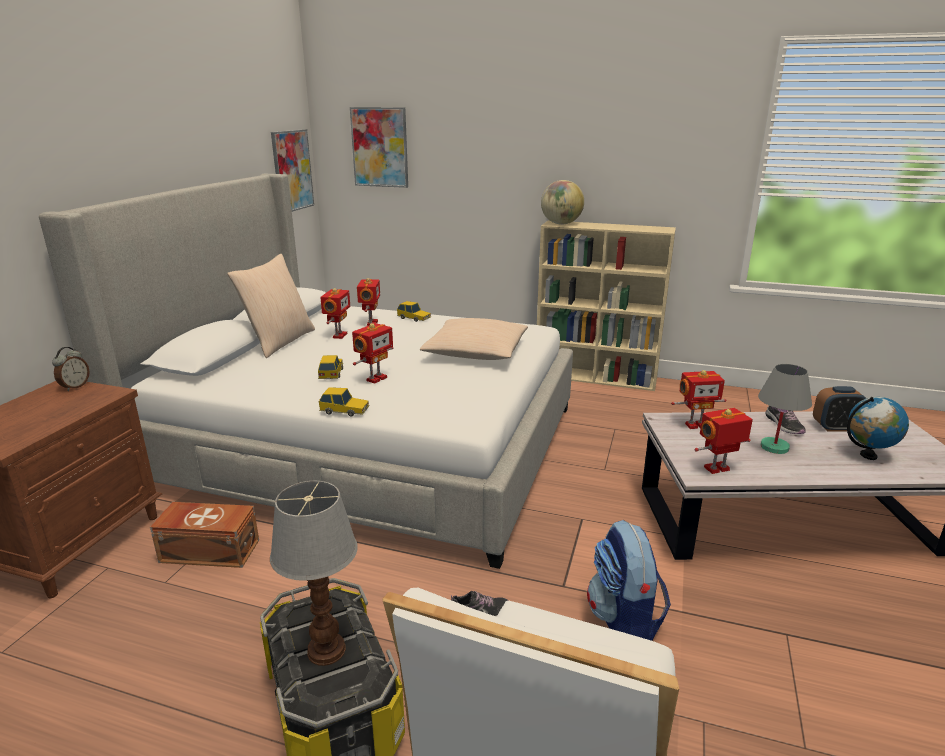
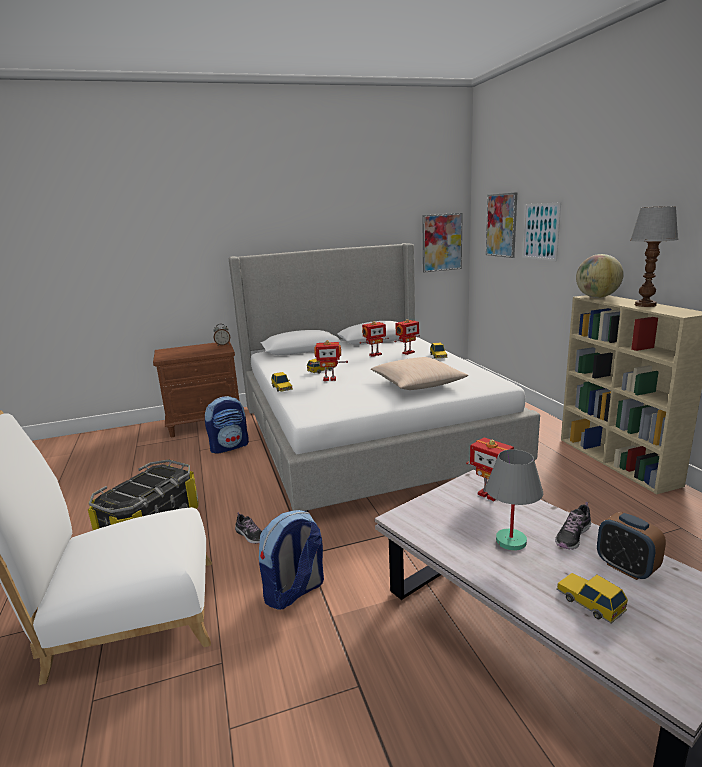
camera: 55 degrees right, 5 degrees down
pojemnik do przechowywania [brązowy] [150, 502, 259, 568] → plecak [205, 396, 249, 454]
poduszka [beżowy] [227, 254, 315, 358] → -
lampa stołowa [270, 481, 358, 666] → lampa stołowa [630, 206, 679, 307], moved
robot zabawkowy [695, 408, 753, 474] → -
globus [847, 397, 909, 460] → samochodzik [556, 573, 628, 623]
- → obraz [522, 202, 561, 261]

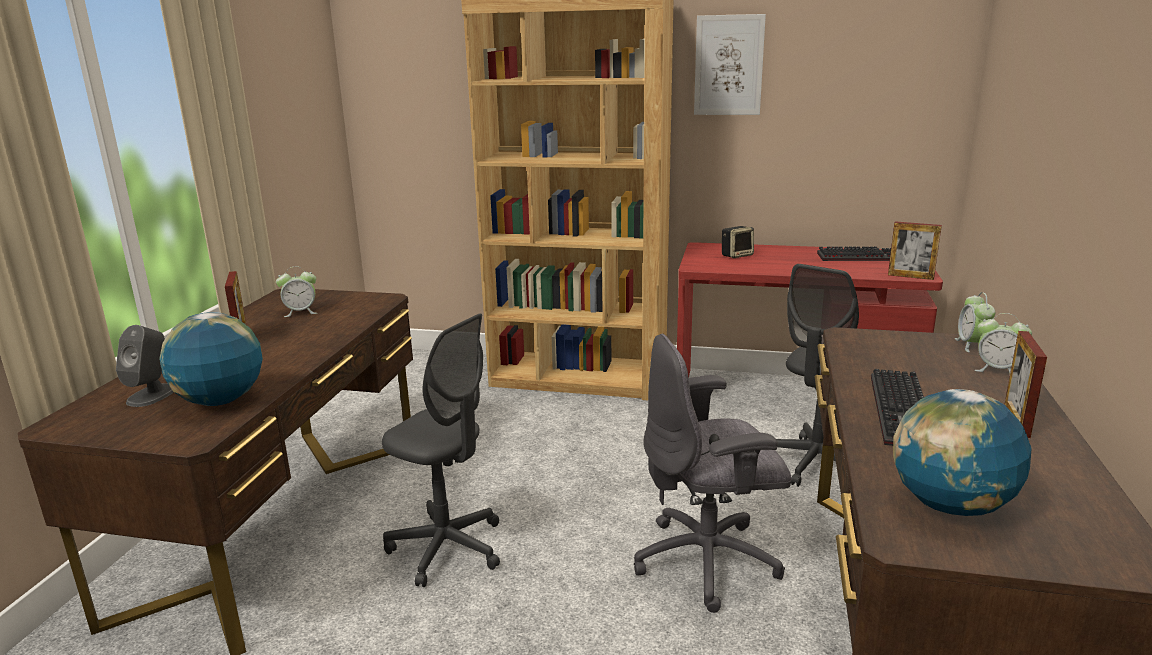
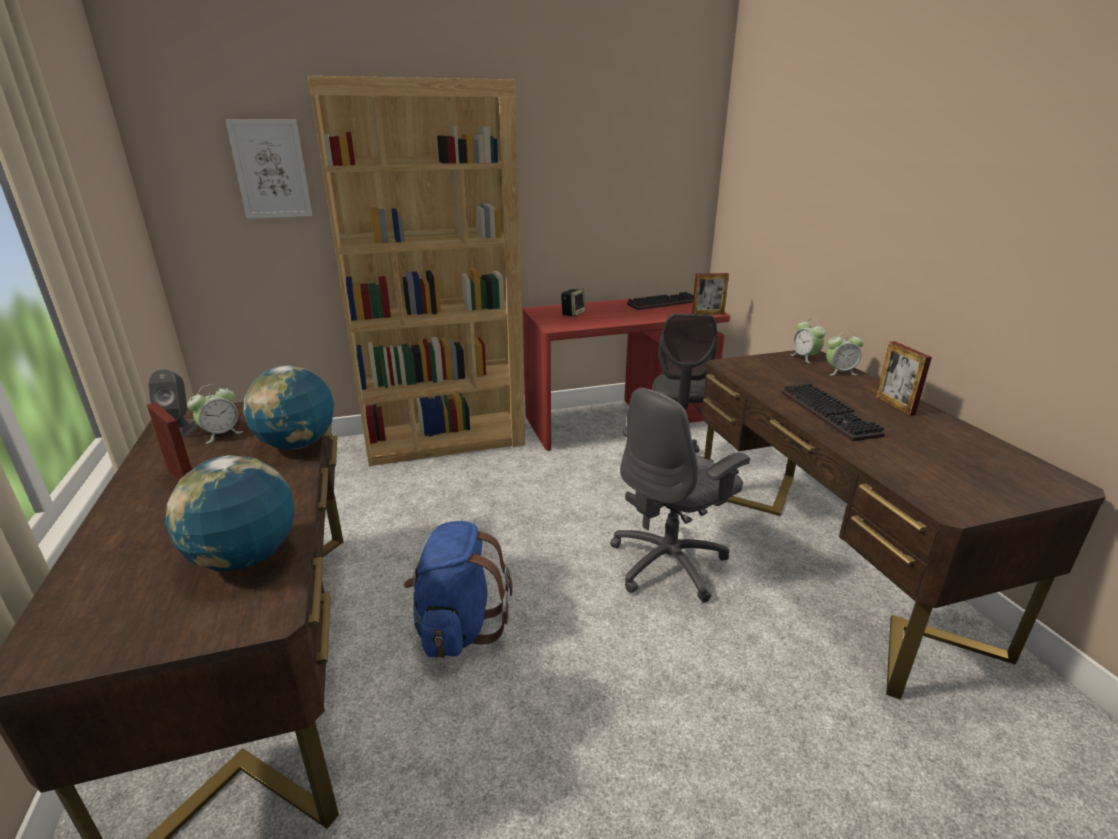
camera: 30 degrees left, 5 degrees up
głośnik [szary] [116, 325, 174, 407] → głośnik [szary] [148, 369, 198, 438], moved
krzesło biurowe [szary] [382, 314, 500, 587] → plecak [niebieski] [404, 521, 512, 658]
obraz [694, 14, 766, 115] → obraz [225, 119, 312, 219], moved
globus [893, 389, 1032, 516] → globus [243, 366, 334, 449], moved

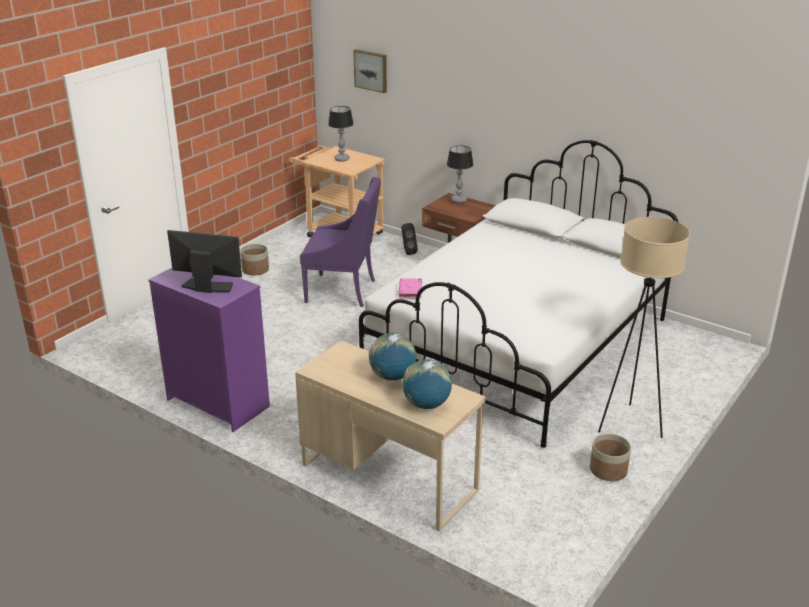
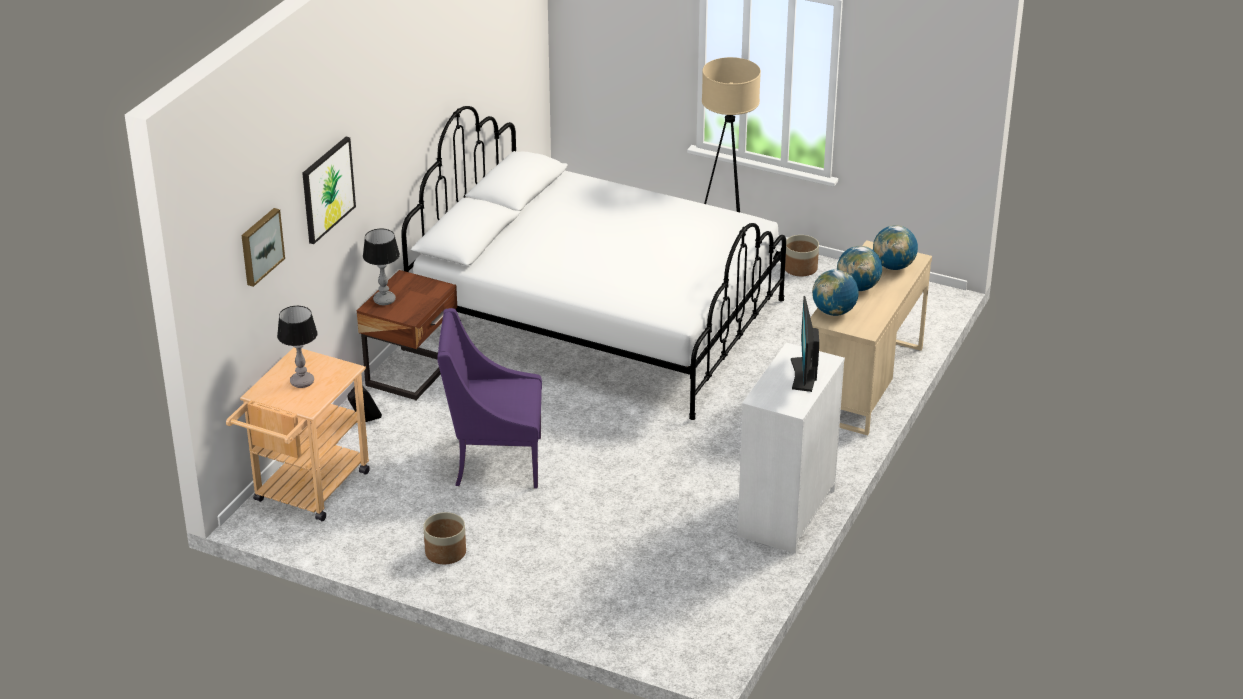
camera: 100 degrees left, 5 degrees up
komoda [fioletowy] [148, 268, 270, 432] → komoda [biały] [737, 343, 845, 553]
fotel [fioletowy] [300, 177, 381, 307] → fotel [fioletowy] [437, 308, 542, 489], 90 degrees counterclockwise
książka [różowy] [398, 278, 422, 299] → -
- → obraz [302, 137, 356, 244]
- → globus [812, 269, 859, 316]

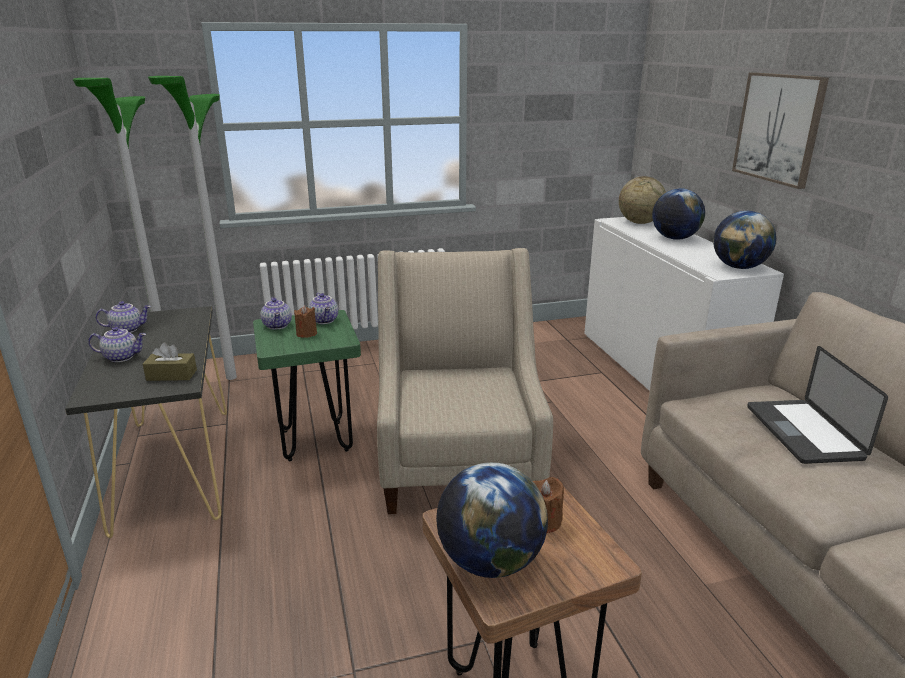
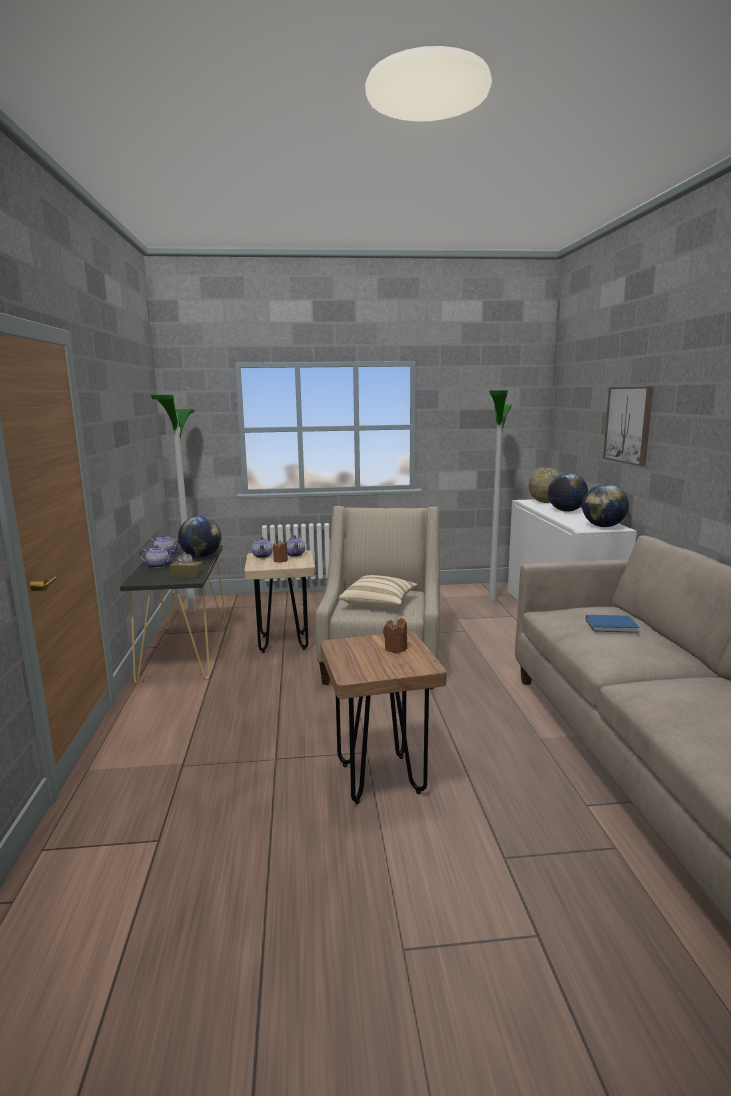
camera: 10 degrees right, 10 degrees down
lampa stojąca [148, 76, 237, 380] → lampa stojąca [489, 390, 512, 601], moved
stołek [zielony] [253, 310, 361, 461] → stołek [beżowy] [244, 550, 315, 653]
globus [436, 462, 548, 578] → globus [178, 516, 221, 558], moved
laptop [747, 346, 888, 464] → książka [niebieski] [586, 615, 640, 633]
- → poduszka [beżowy] [339, 575, 418, 607]

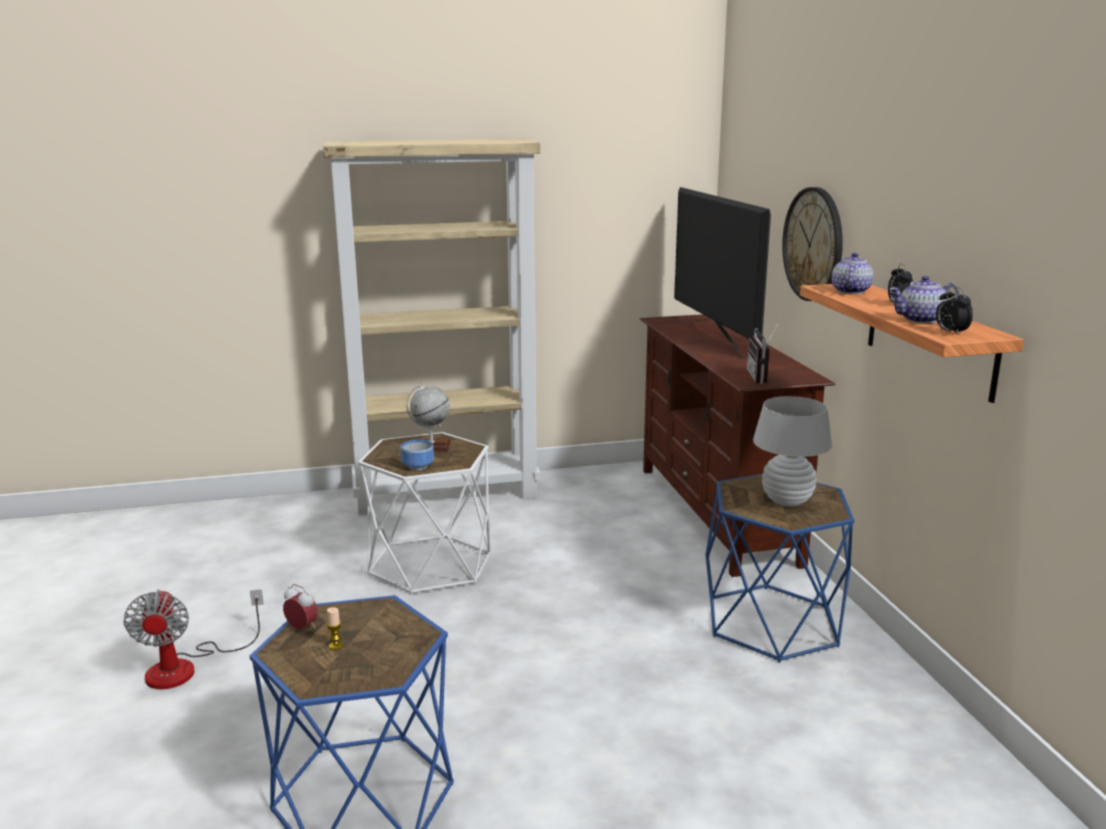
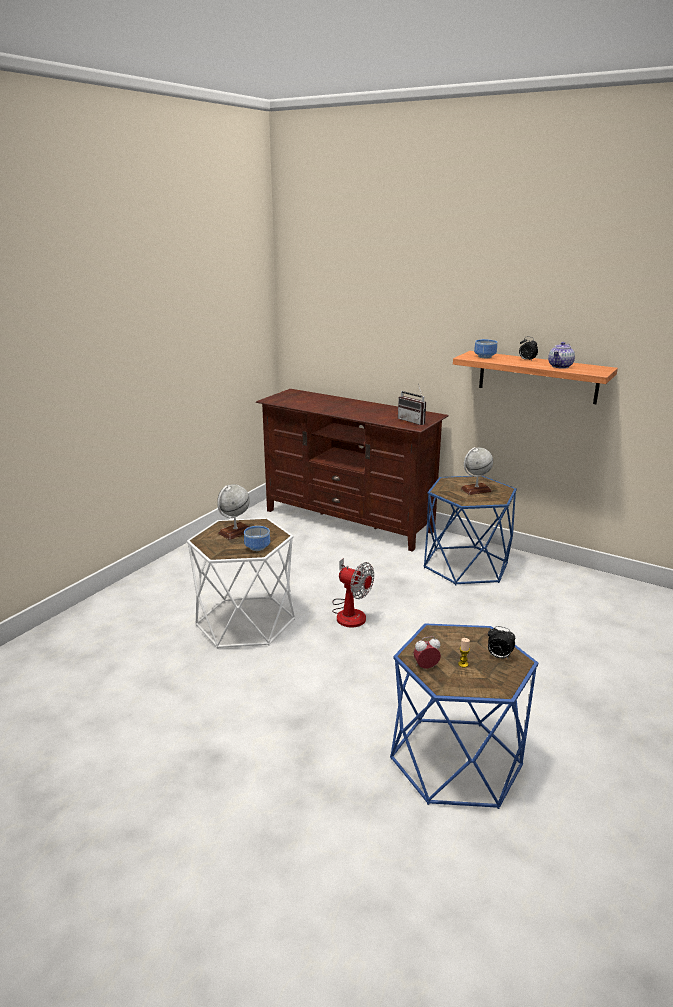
camera: 45 degrees left, 5 degrees up
wentylator [123, 589, 263, 689] → wentylator [332, 558, 374, 627], moved
regał [beżowy] [323, 139, 541, 515] → -
telewizor [674, 187, 771, 351] → -
lampa stołowa [biały] [753, 396, 832, 507] → globus [461, 447, 493, 495]
zegar ścienny [782, 187, 843, 301] → -
imbryk [832, 253, 873, 294] → miska [474, 339, 497, 358]
budzik [936, 286, 973, 335] → budzik [488, 626, 515, 660], moved

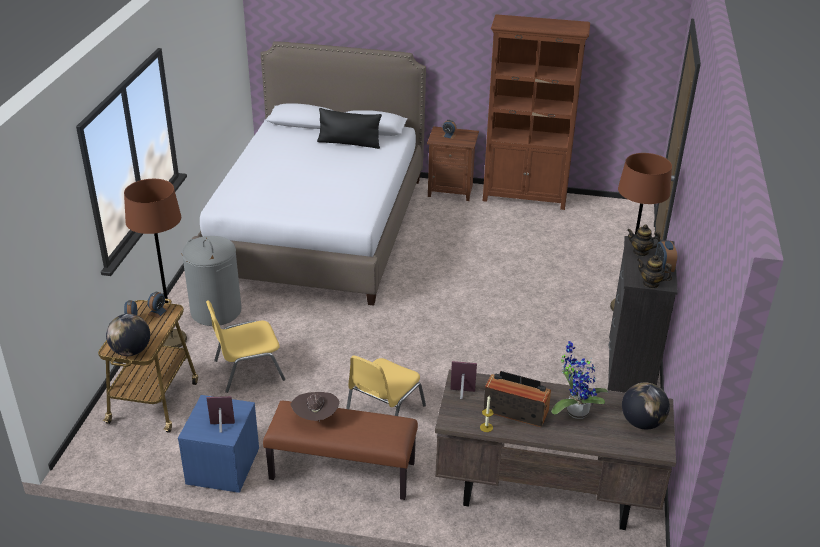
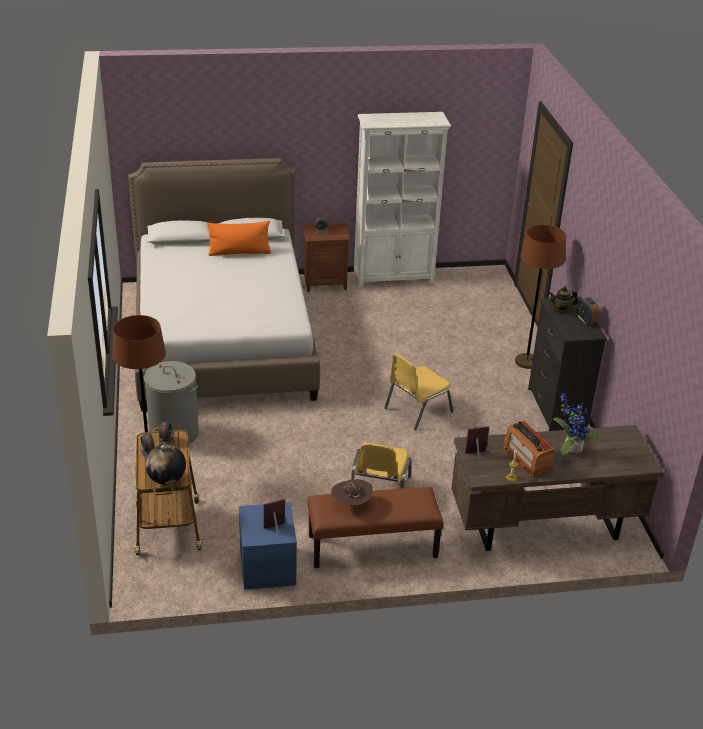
camera: 20 degrees left, 0 degrees up
krzesło [żółty] [206, 300, 285, 393] → krzesło [żółty] [384, 353, 453, 430], moved
poduszka [czarny] [317, 108, 382, 149] → poduszka [pomarańczowy] [207, 221, 271, 256]
regał [brązowy] [483, 14, 590, 210] → regał [biały] [354, 112, 451, 288]
radio [483, 371, 551, 427] → radio [503, 421, 555, 477], 120 degrees counterclockwise
globus [622, 382, 670, 430] → -
imbryk [637, 255, 672, 289] → -

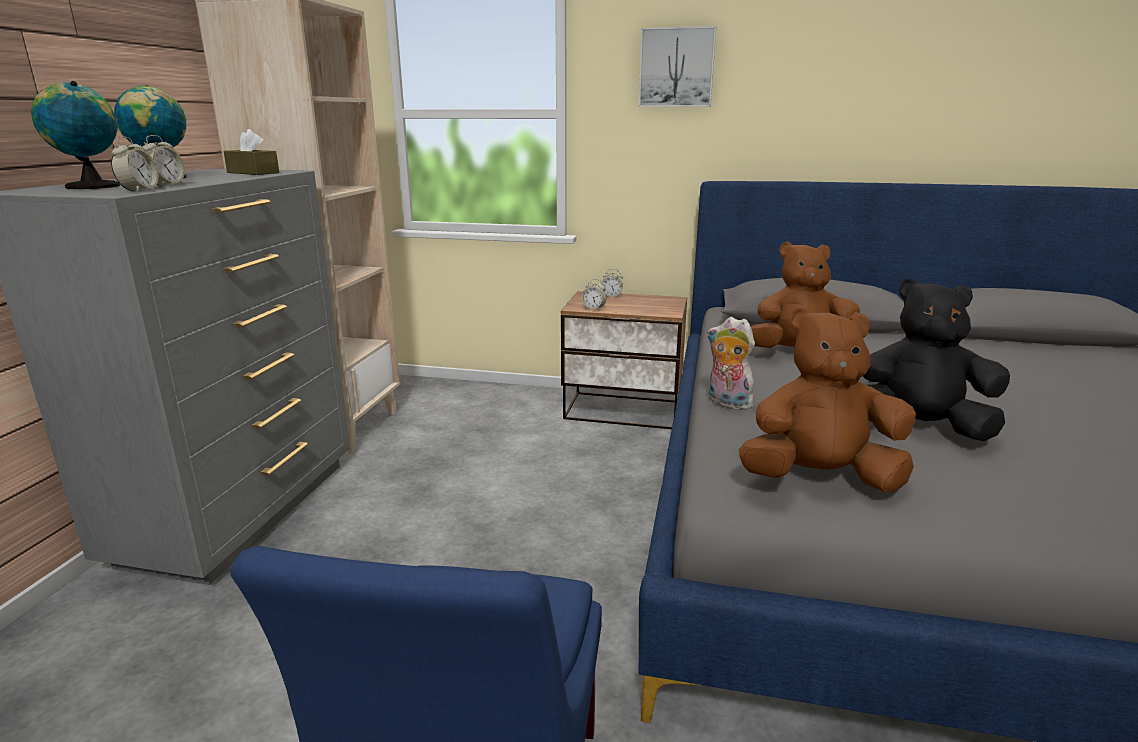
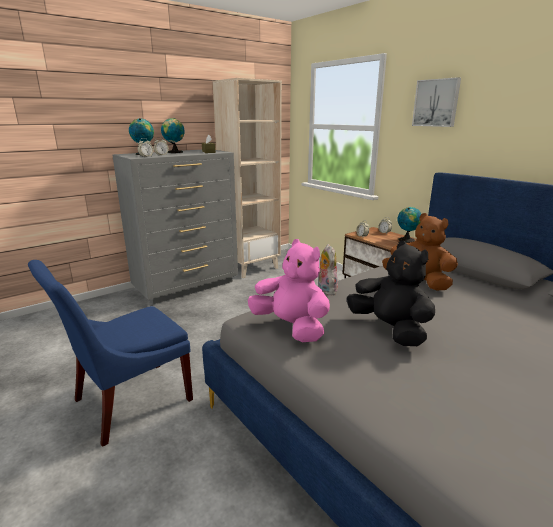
camera: 40 degrees right, 0 degrees up
pluszak [brązowy] [739, 307, 916, 492] → pluszak [różowy] [248, 239, 330, 342]
- → globus [397, 207, 422, 243]

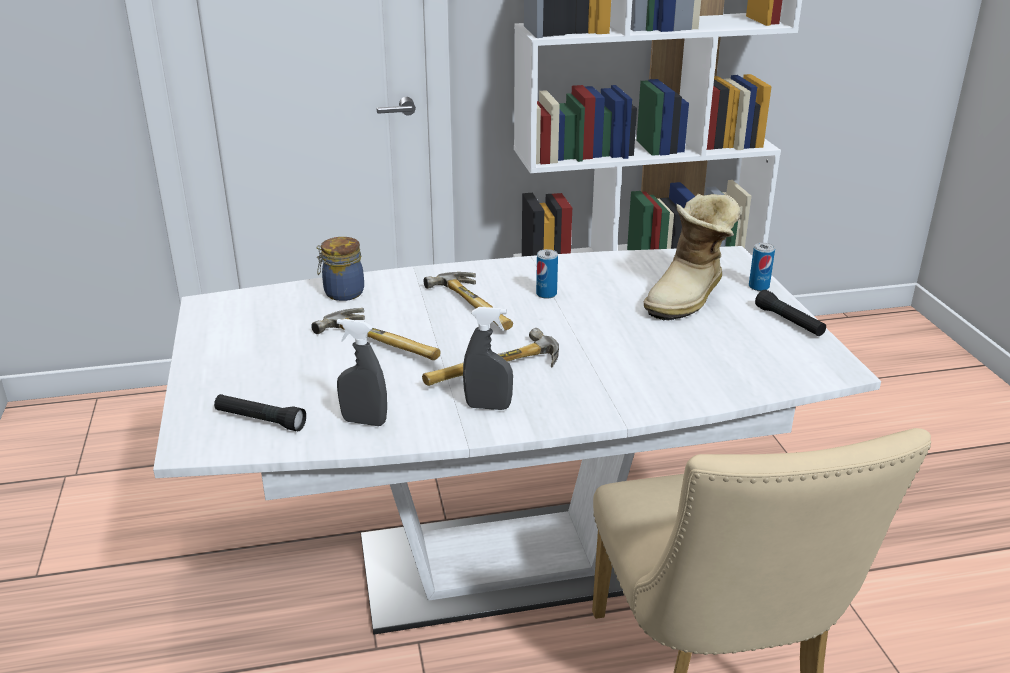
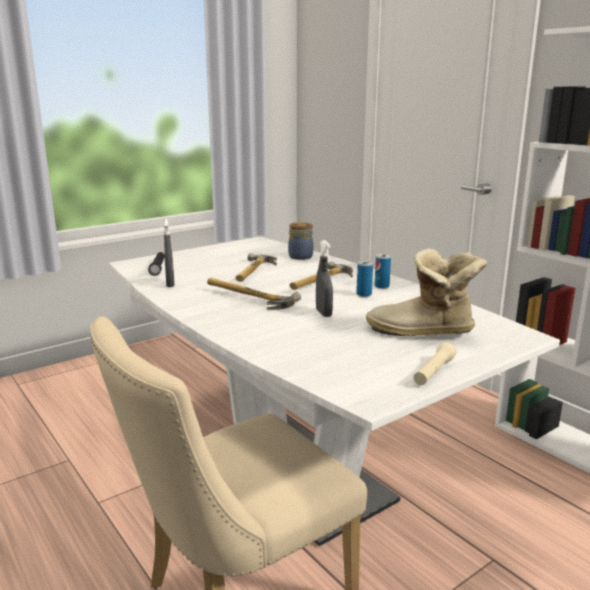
camera: 65 degrees right, 10 degrees down
spryskiwacz [szary] [463, 307, 513, 410] → spryskiwacz [szary] [316, 240, 333, 317], moved
puszka [749, 243, 775, 291] → puszka [375, 254, 391, 289], moved
latarka [czarny] [755, 290, 826, 336] → latarka [beżowy] [413, 342, 456, 385]

